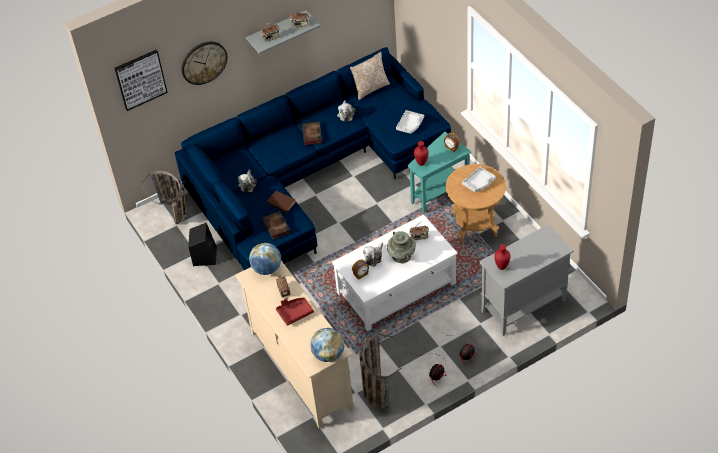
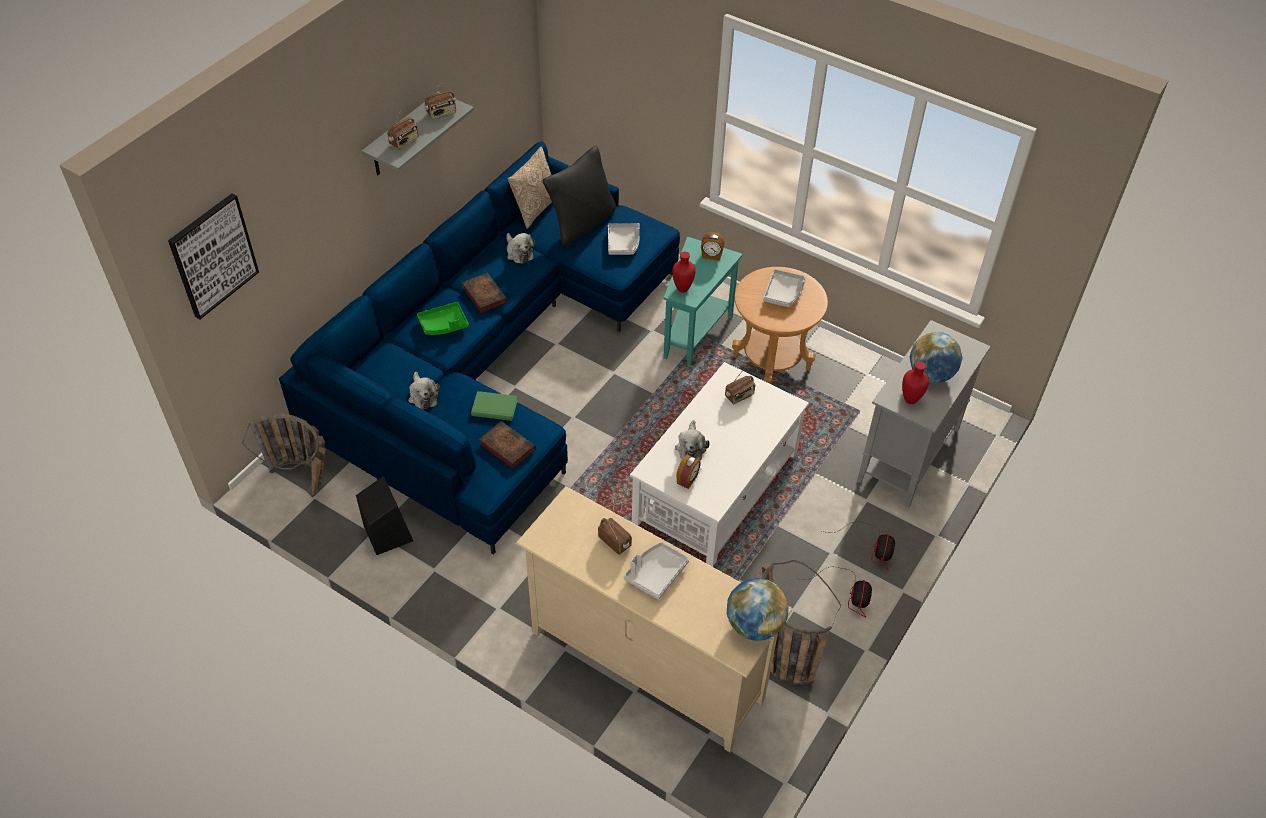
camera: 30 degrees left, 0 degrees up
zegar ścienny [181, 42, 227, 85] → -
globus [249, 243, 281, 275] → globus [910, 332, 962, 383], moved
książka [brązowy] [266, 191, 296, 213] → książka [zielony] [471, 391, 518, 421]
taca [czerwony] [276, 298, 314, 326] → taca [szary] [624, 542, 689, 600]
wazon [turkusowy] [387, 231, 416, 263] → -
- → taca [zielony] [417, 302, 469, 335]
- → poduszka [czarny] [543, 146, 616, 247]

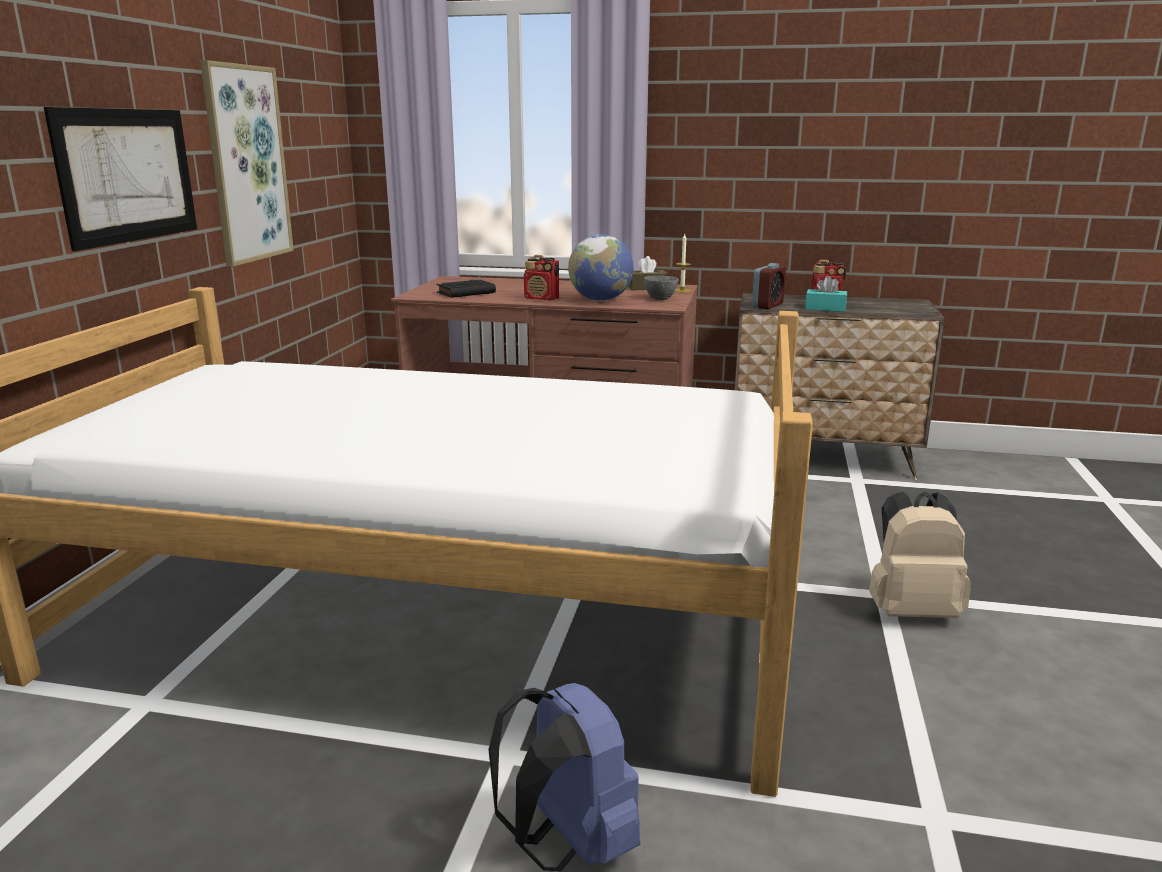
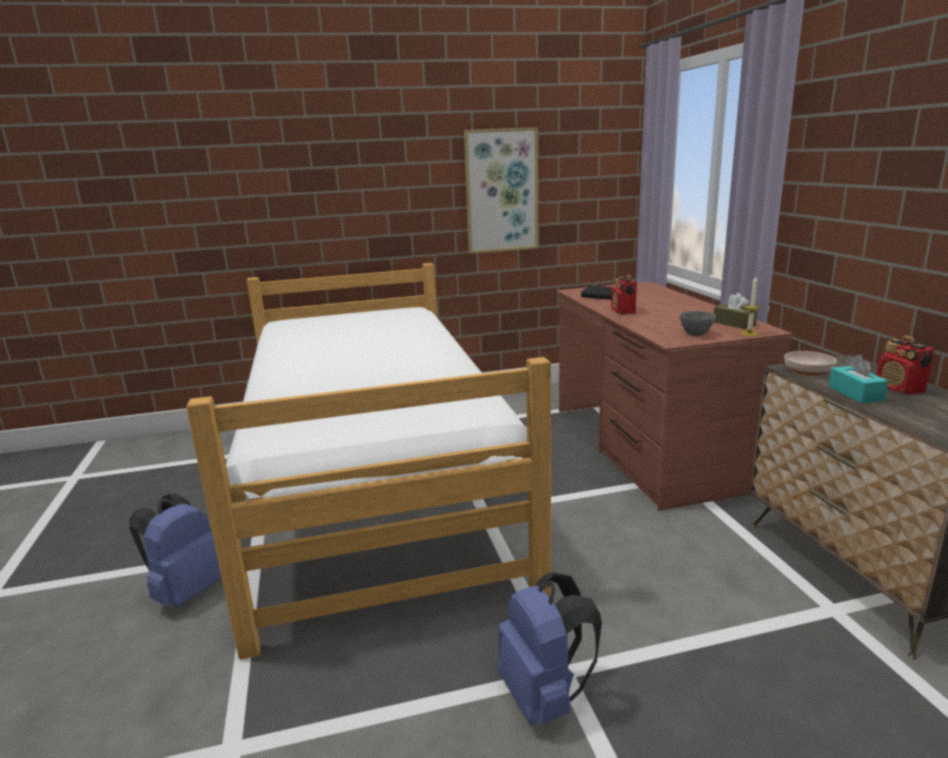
camera: 65 degrees right, 0 degrees up
obraz [44, 107, 197, 251] → -
globus [568, 234, 634, 301] → -
budzik [752, 263, 786, 309] → miska [784, 351, 836, 376]
plecak [beżowy] [869, 492, 971, 618] → plecak [niebieski] [497, 572, 602, 724]

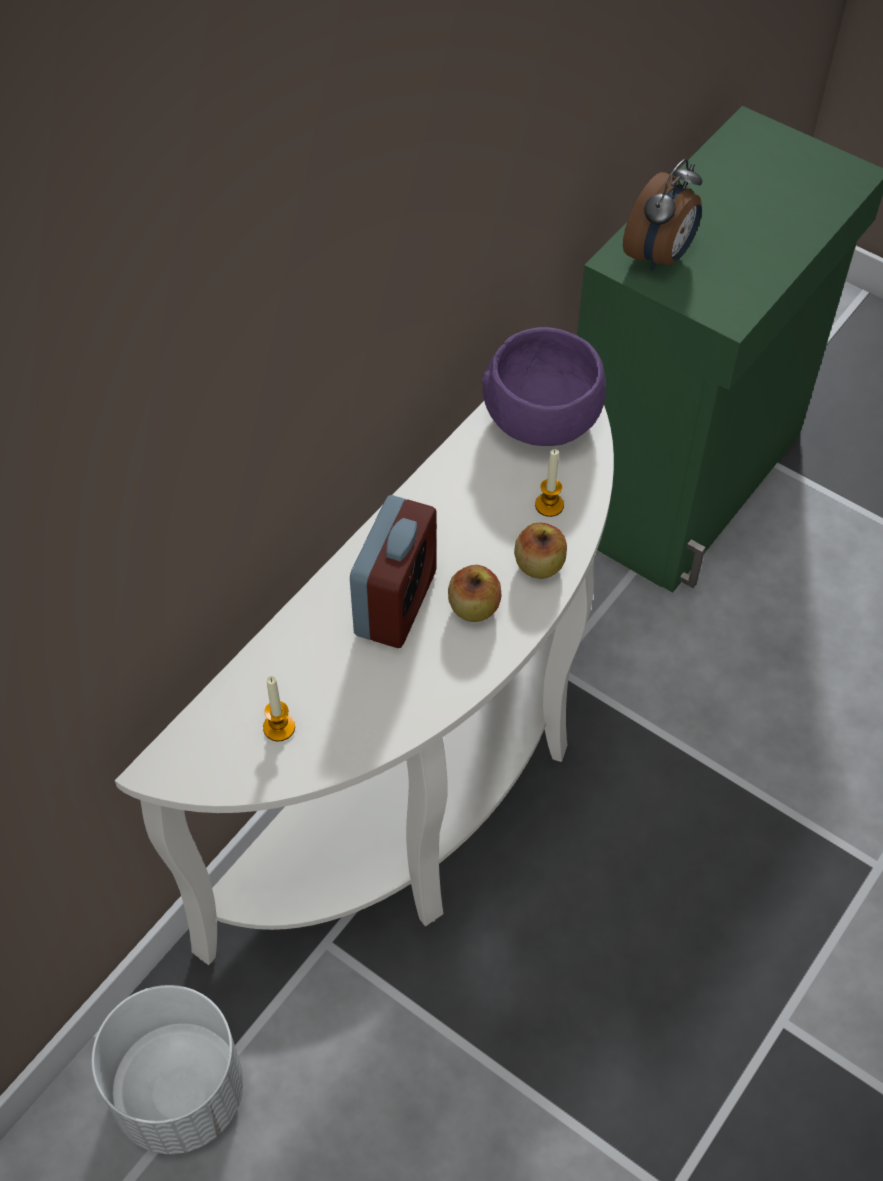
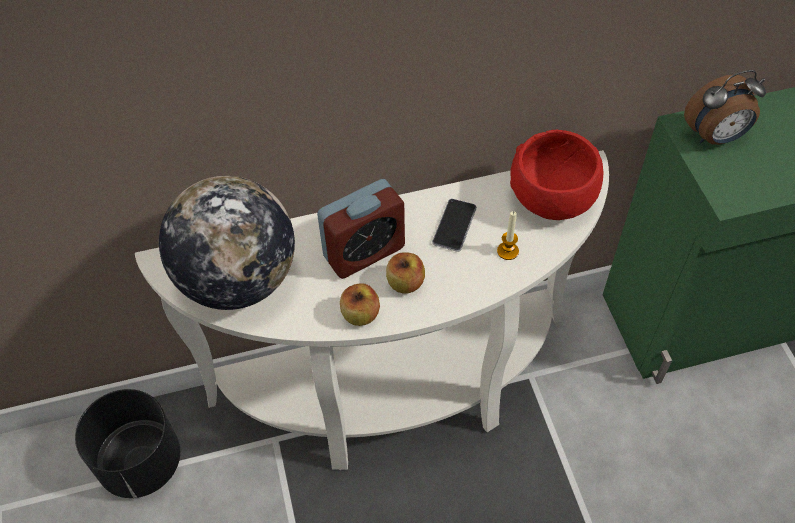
camera: 40 degrees right, 0 degrees up
donica [biały] [92, 985, 243, 1154] → donica [czarny] [75, 389, 180, 498]
świeca [263, 675, 295, 742] → globus [159, 176, 295, 310]
miska [fioletowy] [482, 327, 606, 446] → miska [czerwony] [510, 130, 604, 220]
jabłko [514, 522, 567, 579] → jabłko [340, 283, 380, 326], moved
- → telefon [432, 199, 477, 252]

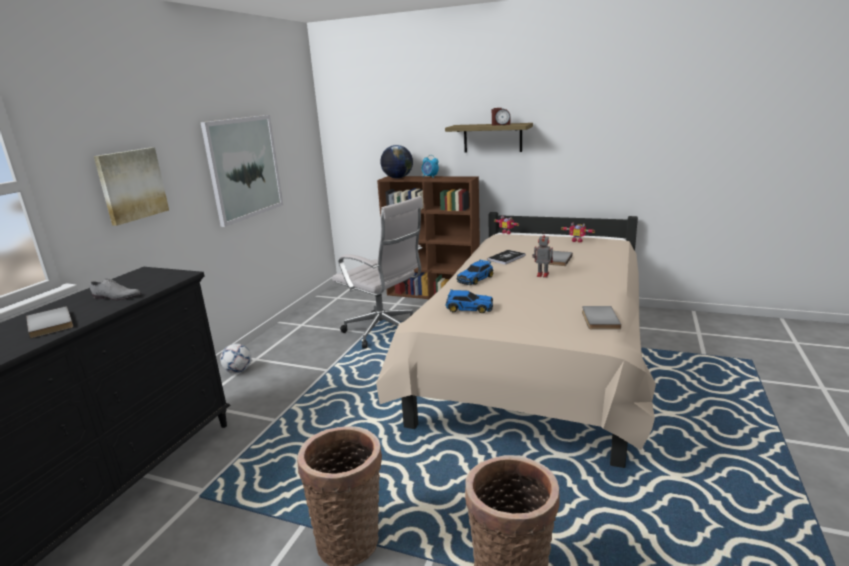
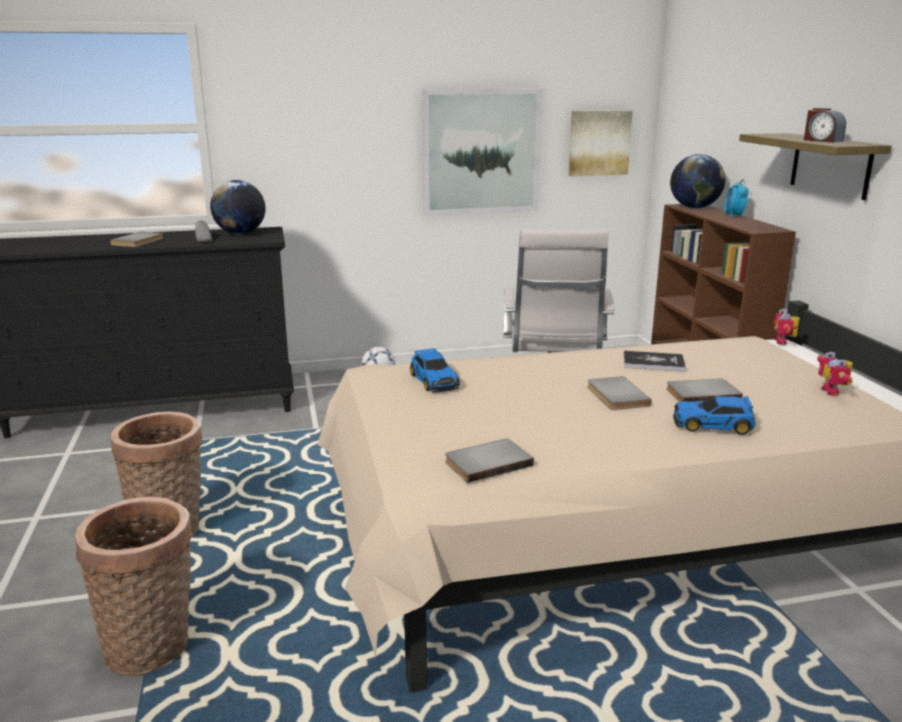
camera: 55 degrees right, 0 degrees up
obraz [94, 147, 169, 226] → obraz [569, 110, 633, 176], moved
samochodzik [457, 260, 493, 285] → samochodzik [673, 396, 756, 435], moved
robot zabawkowy [532, 233, 553, 278] → książka [szary] [587, 376, 652, 410]
- → globus [210, 180, 265, 234]

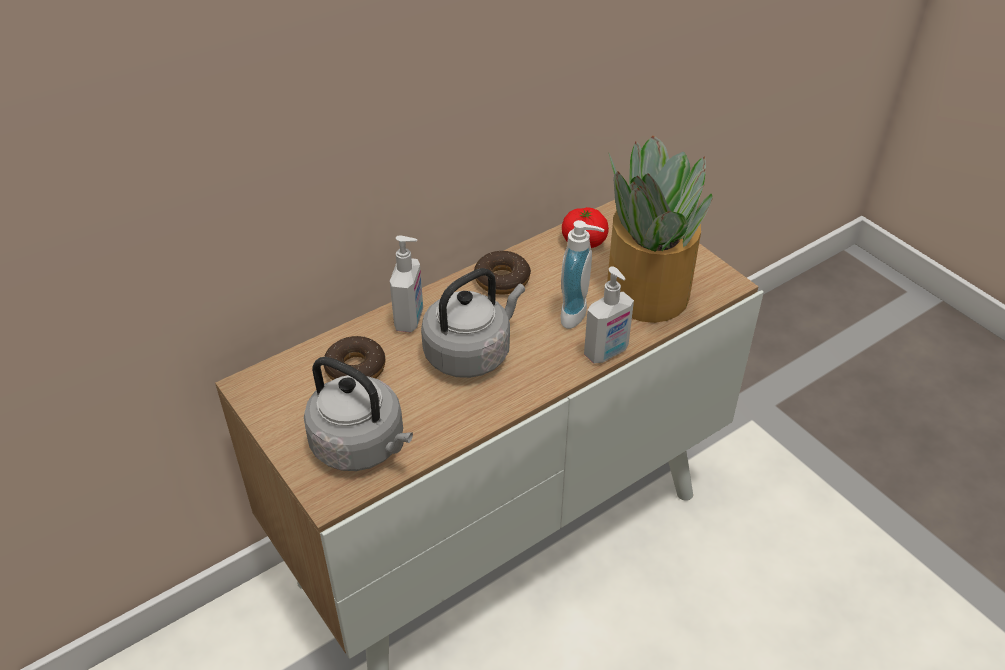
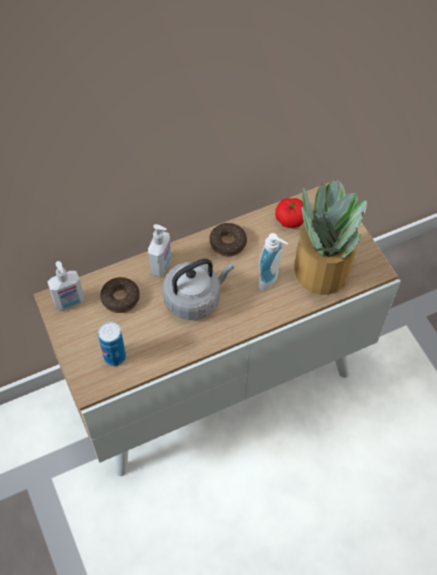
camera: 10 degrees right, 15 degrees up
czajnik [szary] [304, 357, 413, 471] → puszka [98, 322, 126, 366]
dozownik mydła [584, 266, 634, 363] → dozownik mydła [48, 261, 85, 310], moved

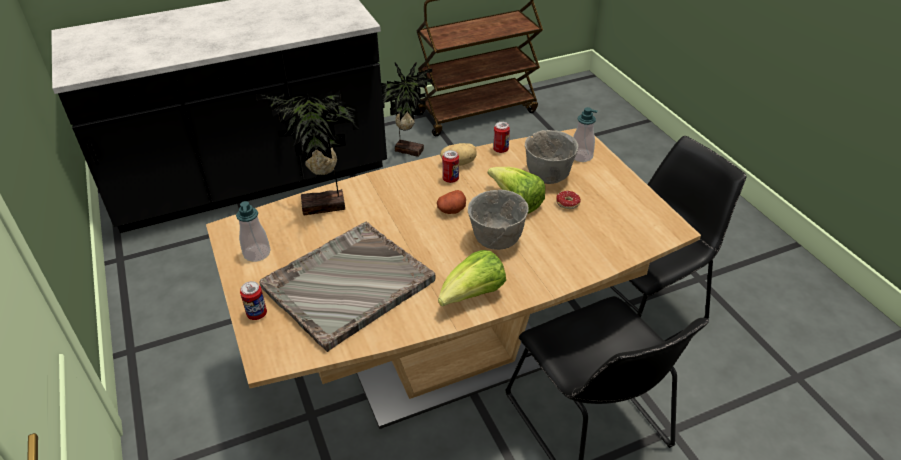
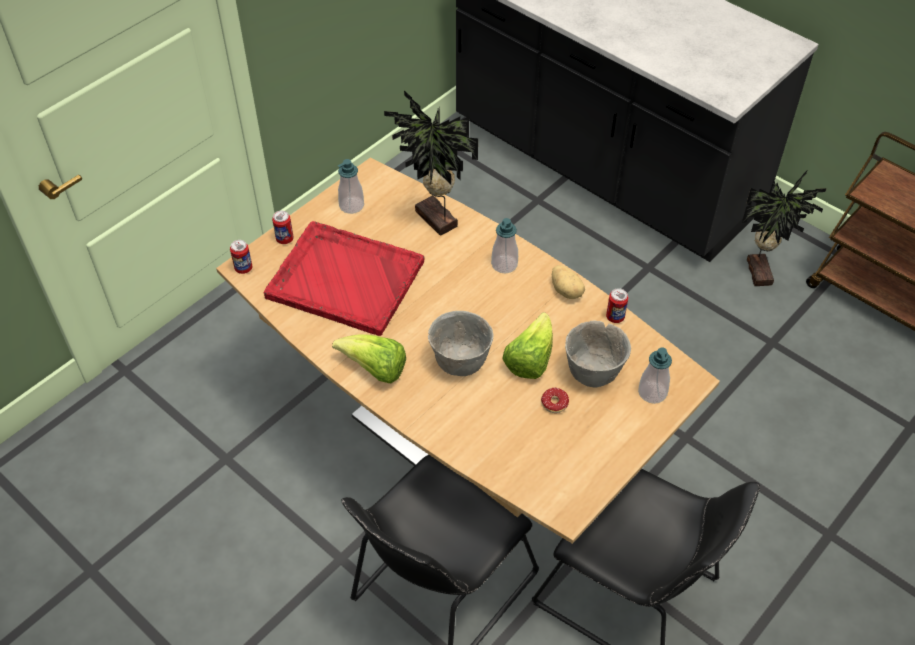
camera: 65 degrees right, 10 degrees up
taca [szary] [259, 222, 435, 352] → taca [czerwony] [263, 221, 425, 336]
ziemniak [437, 190, 466, 214] → -
puszka [442, 150, 459, 183] → puszka [230, 240, 253, 274], moved
- → dozownik mydła [491, 218, 518, 273]

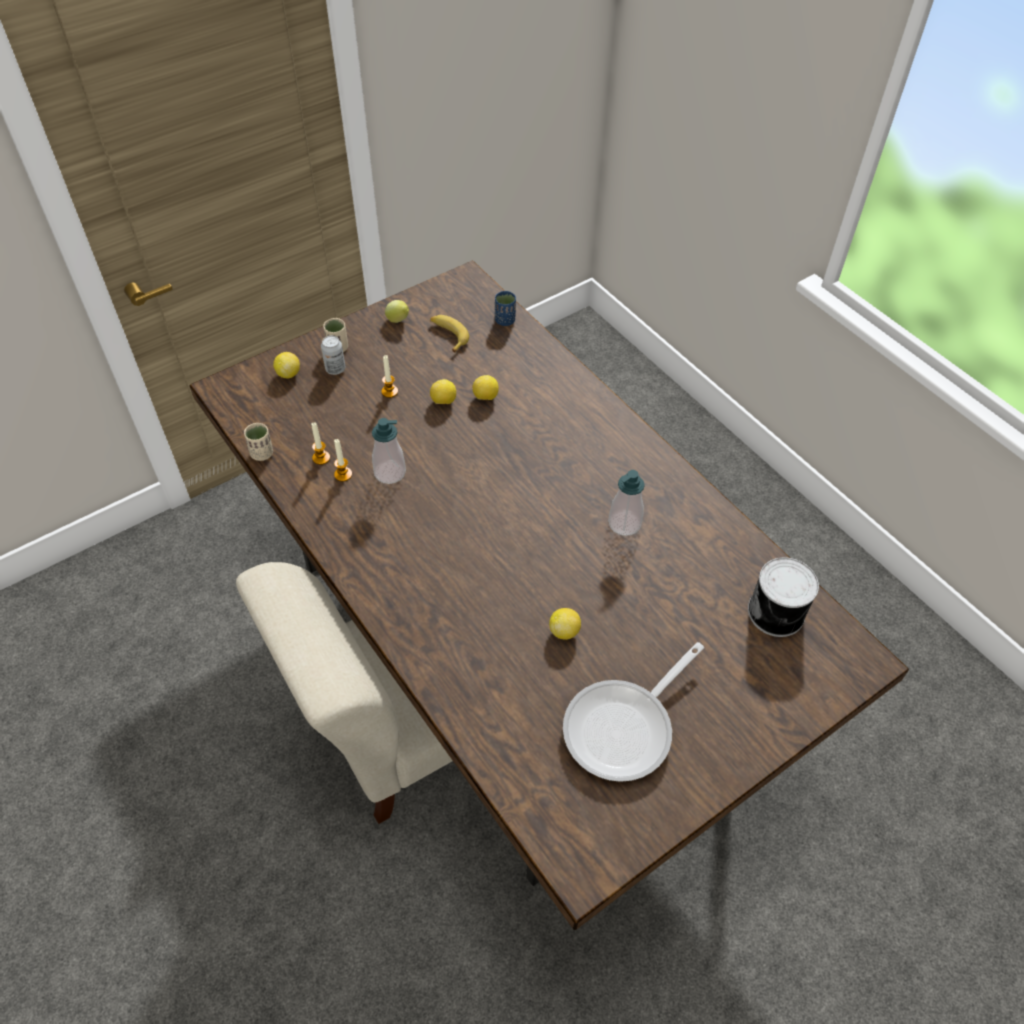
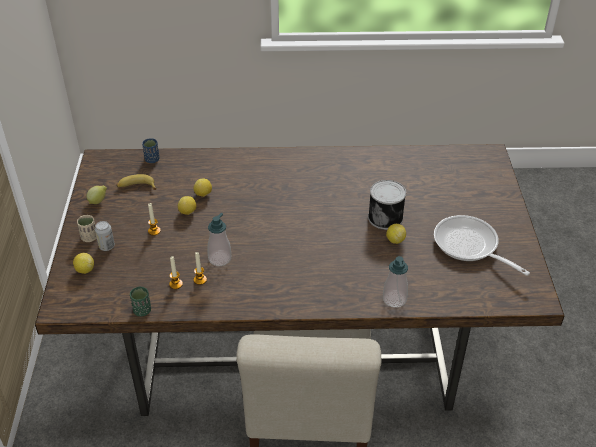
camera: 55 degrees left, 10 degrees down
filiżanka [beżowy] [244, 423, 273, 461] → filiżanka [zielony] [130, 287, 151, 316]
patelnia [563, 642, 704, 782] → patelnia [434, 215, 530, 276], 150 degrees clockwise
dozownik mydła [608, 470, 645, 536] → dozownik mydła [383, 256, 408, 308], moved
puszka [748, 557, 819, 637] → puszka [368, 180, 406, 230], moved

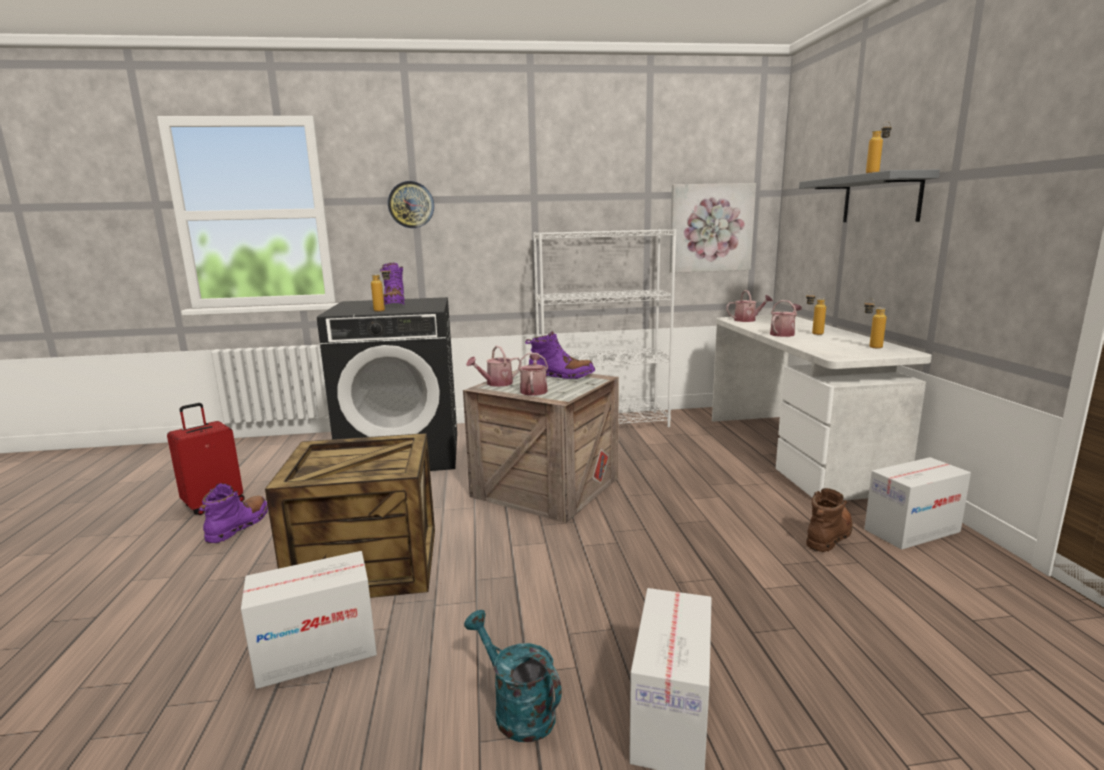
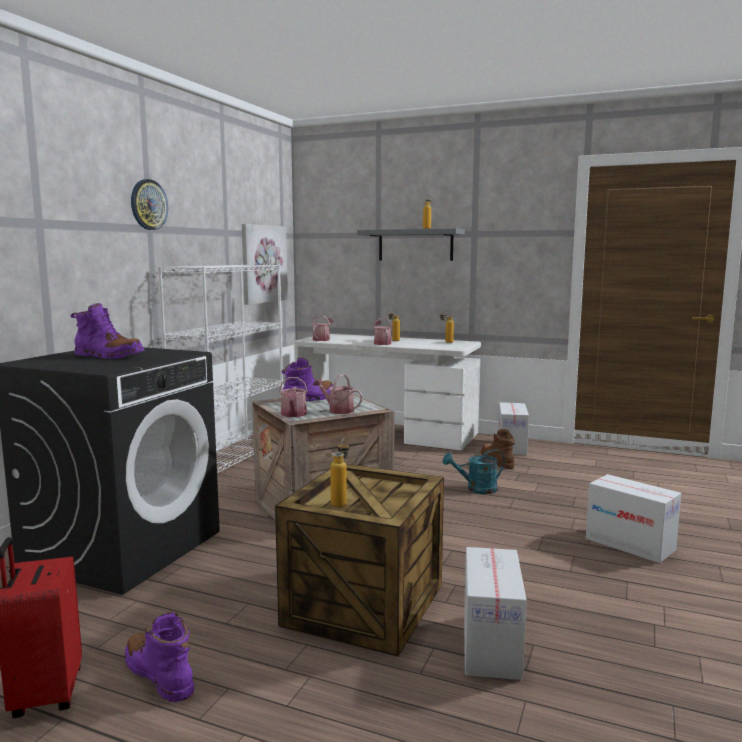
camera: 60 degrees left, 5 degrees down
butelka [371, 266, 391, 312] → butelka [330, 439, 349, 507], moved
zegar ścienny [388, 181, 434, 228] → zegar ścienny [131, 179, 168, 230], moved
konewka [turkusowy] [464, 610, 562, 742] → konewka [turkusowy] [443, 449, 505, 494], moved

